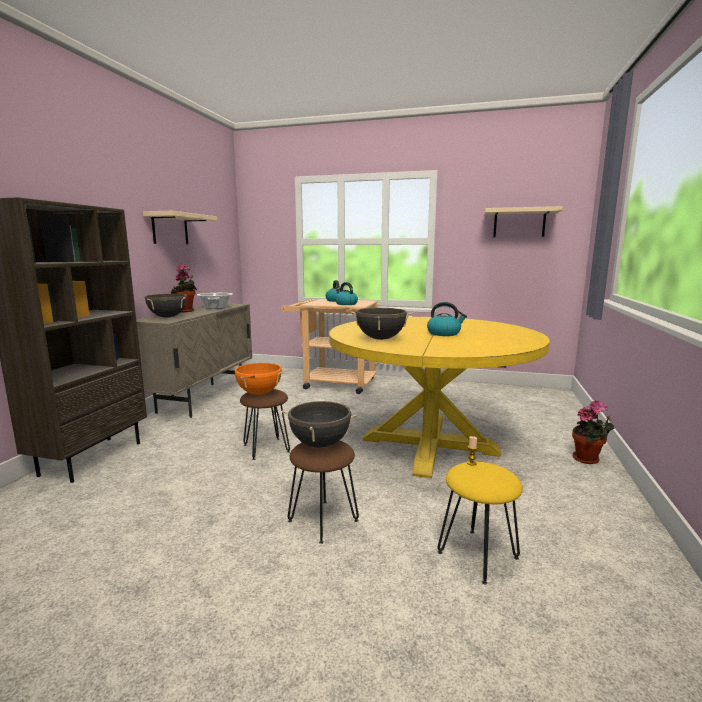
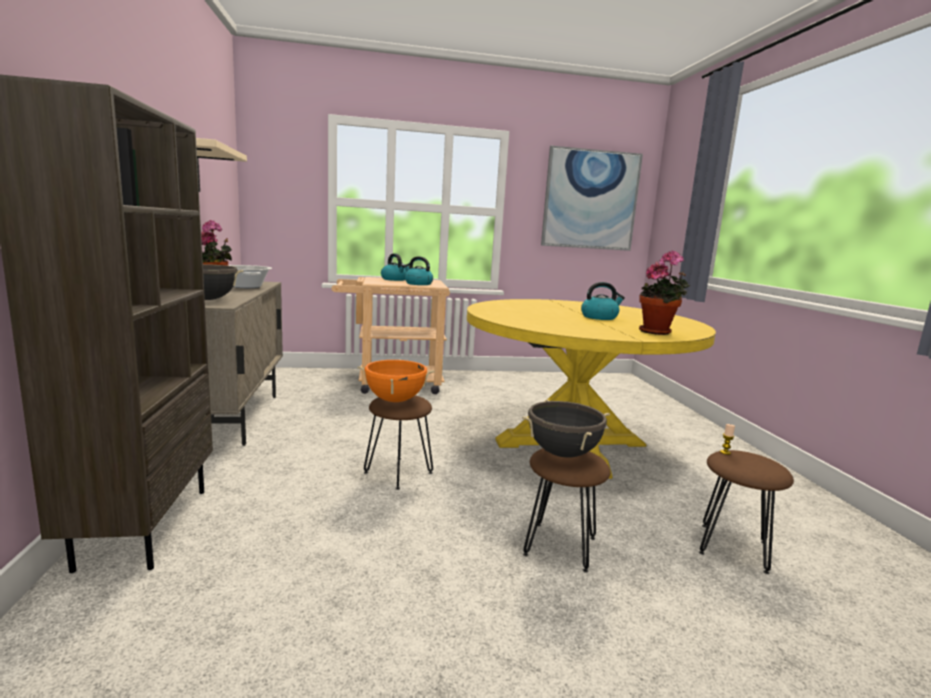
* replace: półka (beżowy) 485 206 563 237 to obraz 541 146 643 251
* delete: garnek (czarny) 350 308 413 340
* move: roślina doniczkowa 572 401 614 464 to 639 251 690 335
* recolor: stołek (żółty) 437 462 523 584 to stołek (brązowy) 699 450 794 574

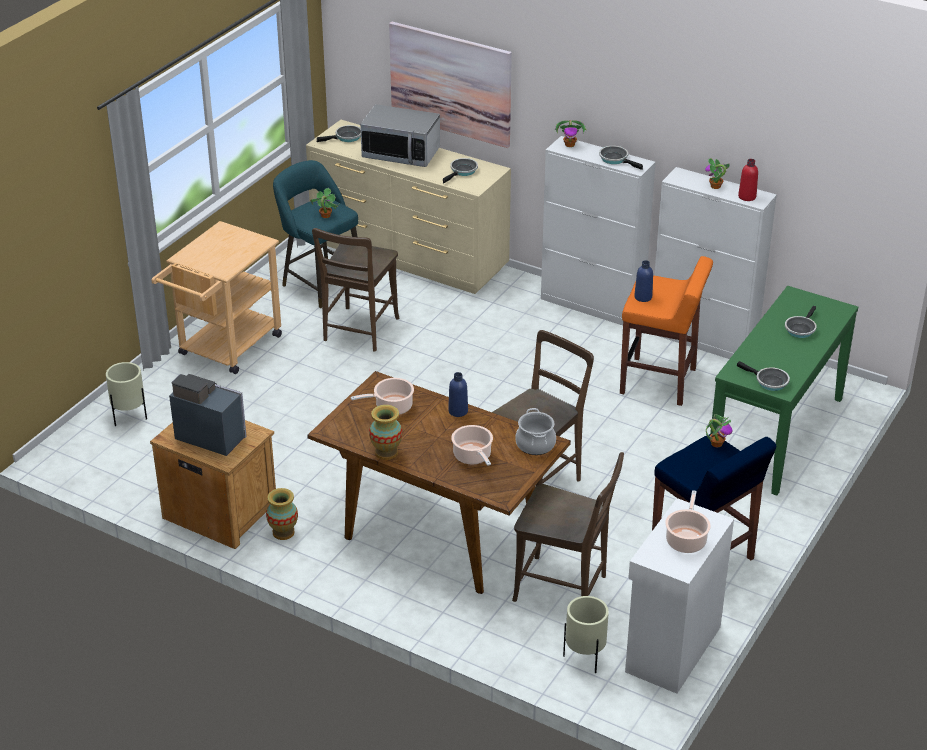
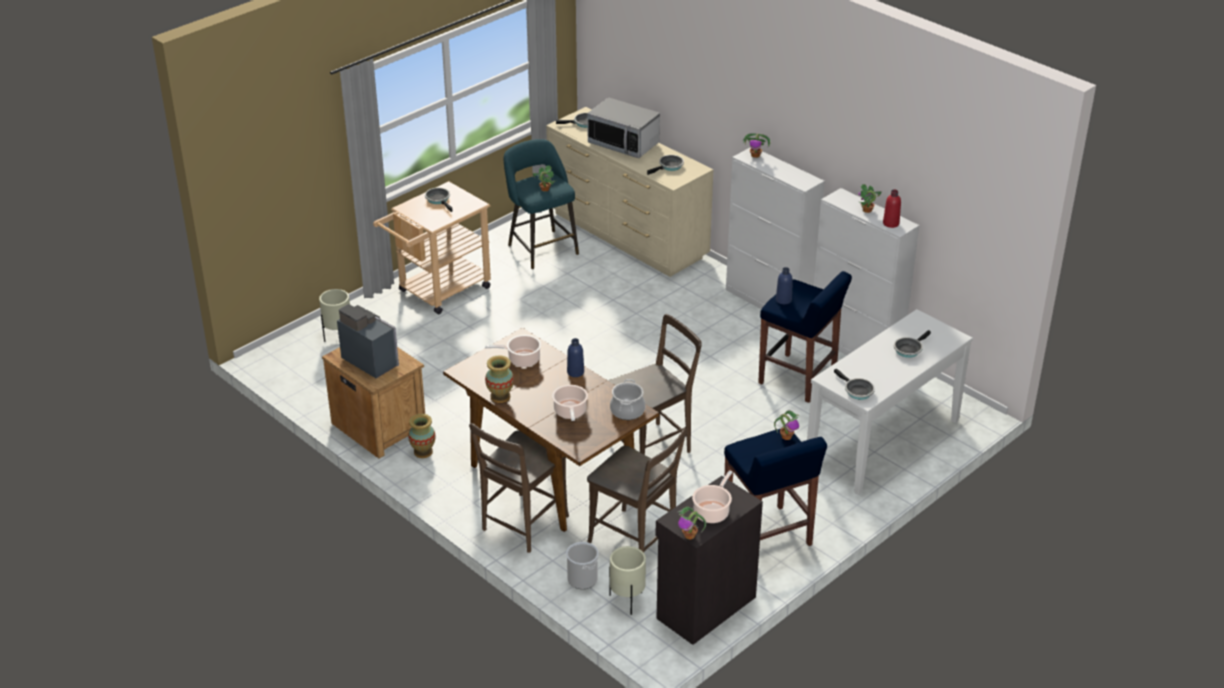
* delete: obraz 389 22 512 148
* move: patelnia 599 146 643 170 to 425 188 453 212
* move: krzesło (brązowy) 312 228 399 352 to 469 423 569 553
* recolor: stołek (pomarańczowy) 620 256 713 406 to stołek (niebieski) 758 271 852 403
* recolor: stolik konsolowy (zielony) 710 286 858 496 to stolik konsolowy (biały) 807 309 973 495
* recolor: szafka (biały) 625 498 734 694 to szafka (czarny) 655 476 763 645
* insert: roślina doniczkowa 678 507 706 539
* insert: wiadro 566 542 599 589

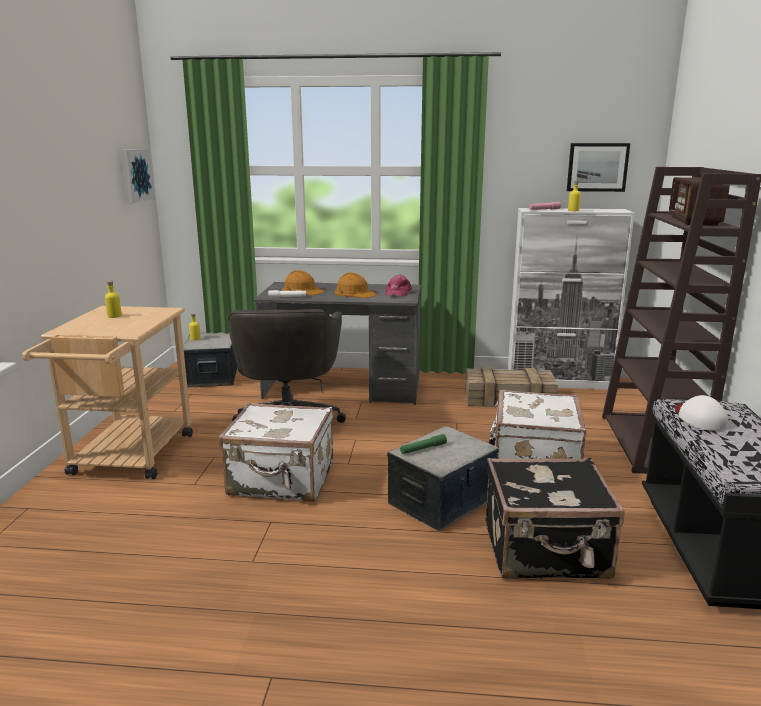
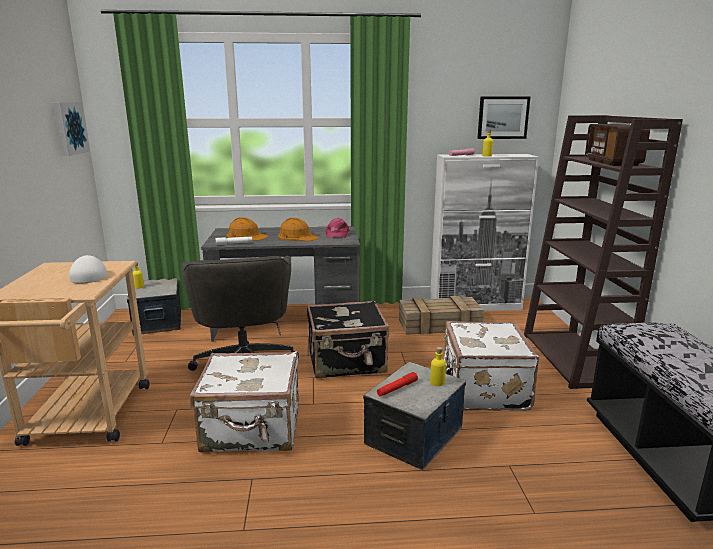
* move: butelka (żółty) 105 281 122 318 to 430 347 446 386
* move: czapka z daszkiem (biały) 675 395 729 431 to 69 255 107 283
* recolor: latarka (zielony) 400 434 447 454 to latarka (czerwony) 377 372 418 397
* move: walizka (czarny) 486 458 624 579 to 307 300 389 379

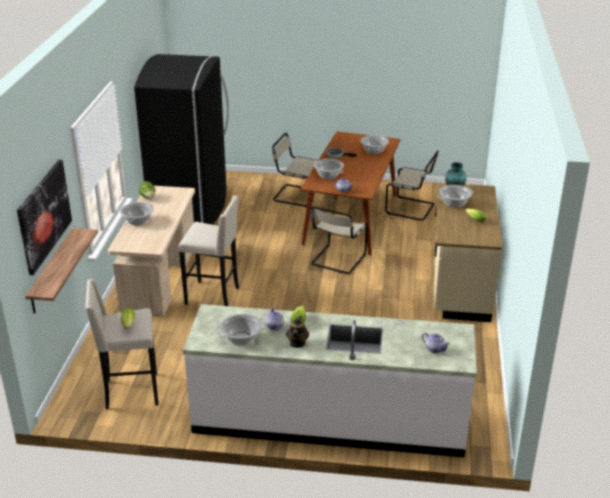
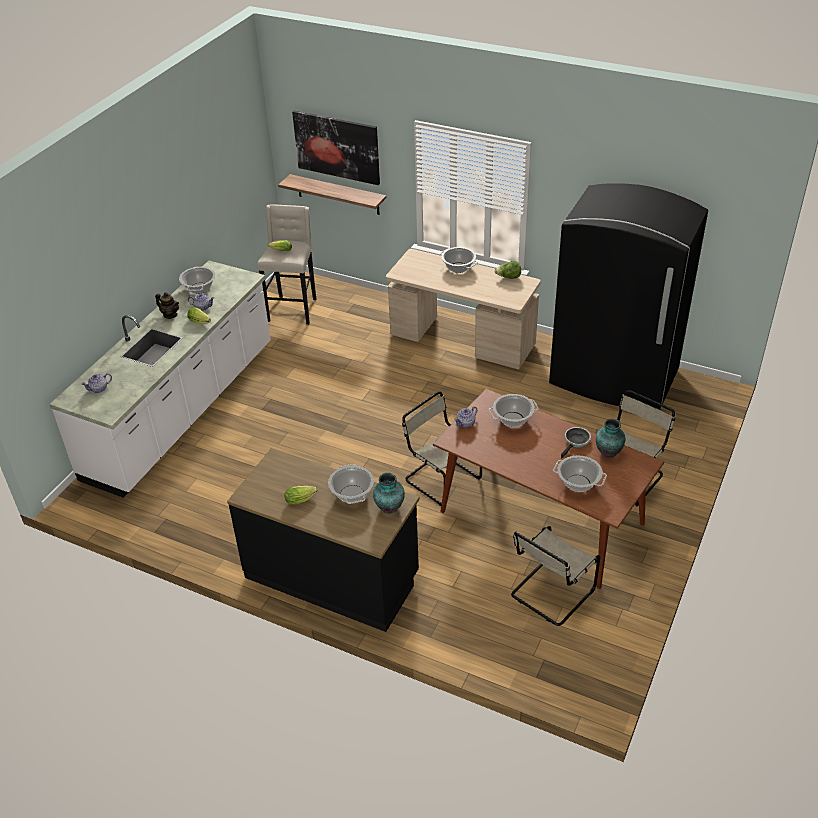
* recolor: zabudowa kuchenna (beżowy) 434 183 502 322 to zabudowa kuchenna (czarny) 227 448 419 632
* delete: stołek (beżowy) 179 195 239 306
* insert: wazon 596 419 625 458

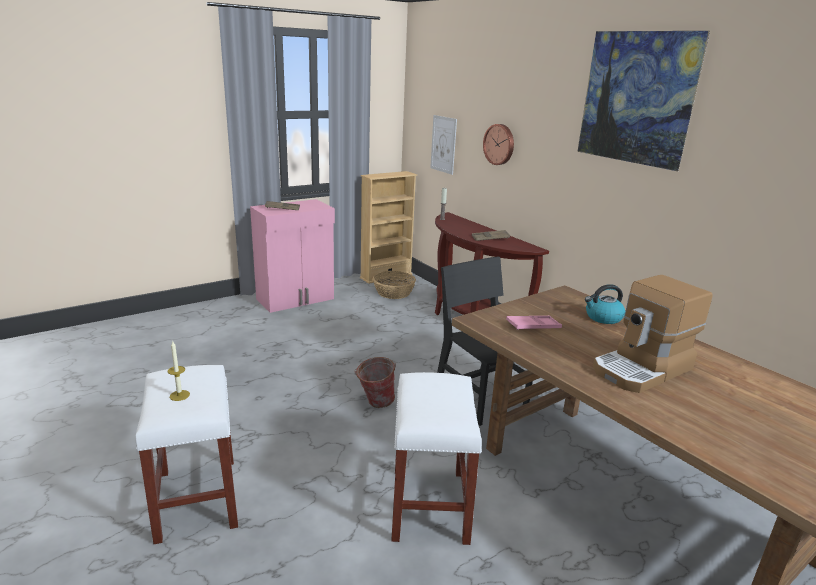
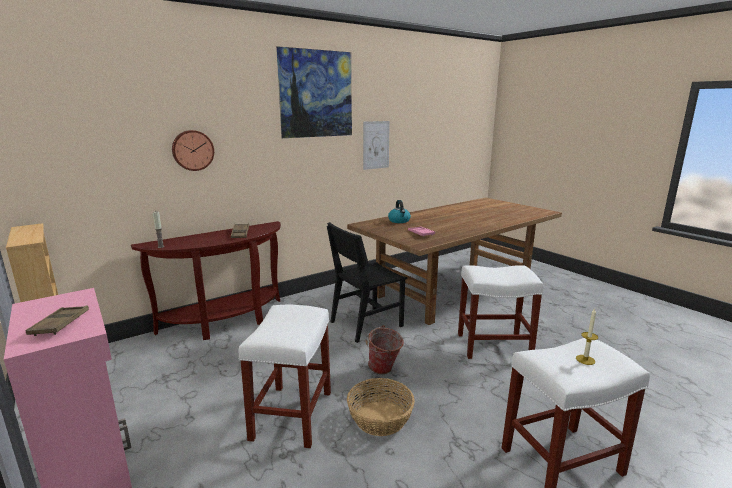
* move: obraz 430 115 457 175 to 363 121 390 170
* move: koszyk 373 271 416 299 to 347 378 415 436
* delete: ekspres do kawy 593 275 713 393
* insert: stołek (biały) 239 305 331 448

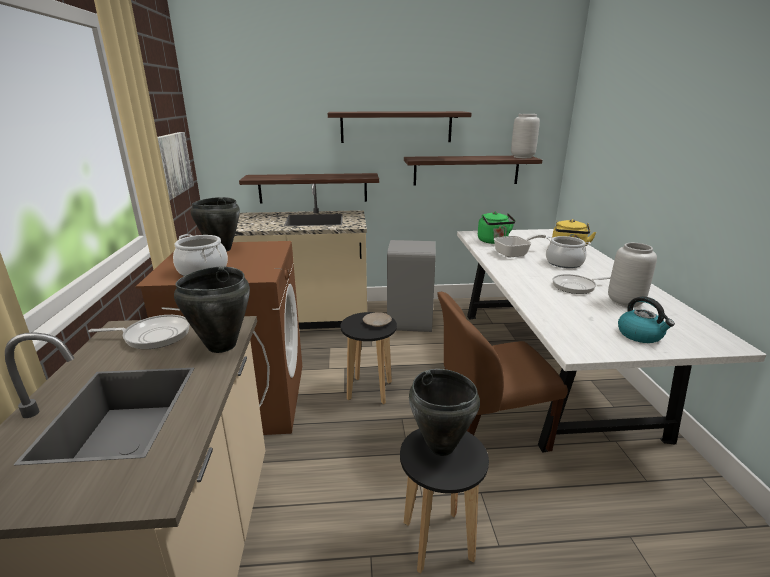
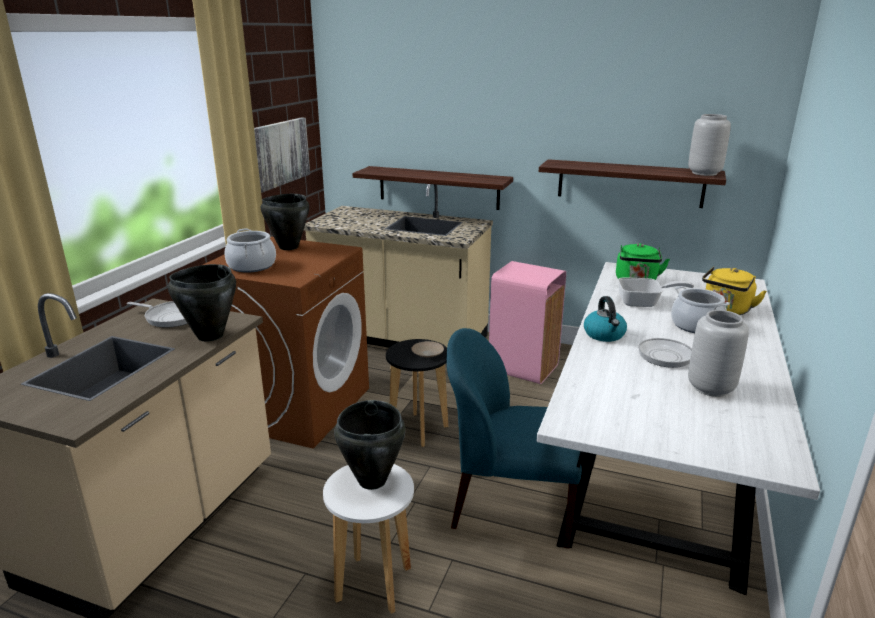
* delete: półka 328 111 472 143
* recolor: kosz na śmieci (szary) 387 240 436 332 to kosz na śmieci (różowy) 489 261 566 384
* recolor: krzesło (brązowy) 437 292 568 452 to krzesło (niebieski) 447 328 582 549
* move: czajnik 618 296 675 343 to 584 296 627 342
* recolor: stołek (czarny) 400 429 489 573 to stołek (biały) 323 464 414 614

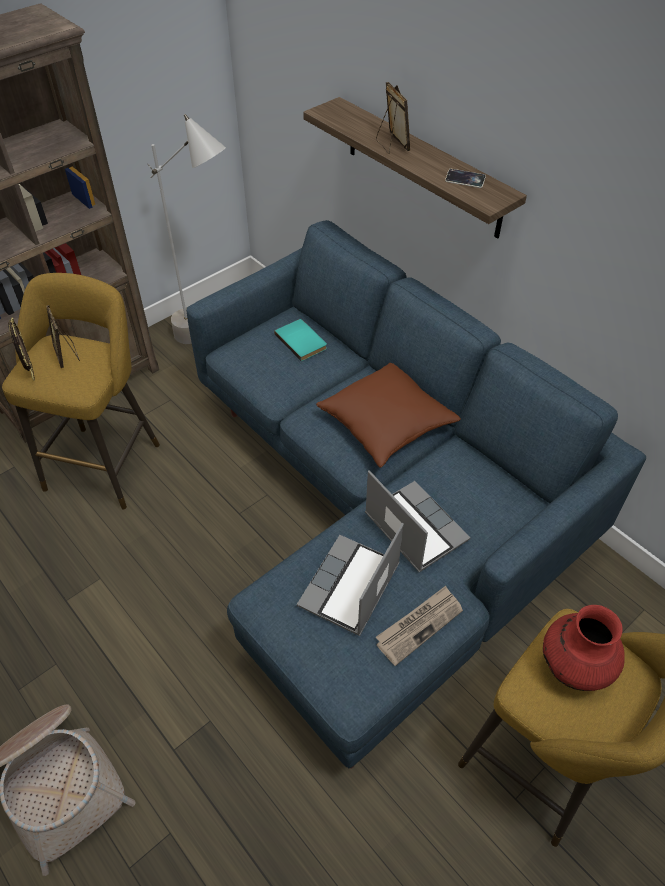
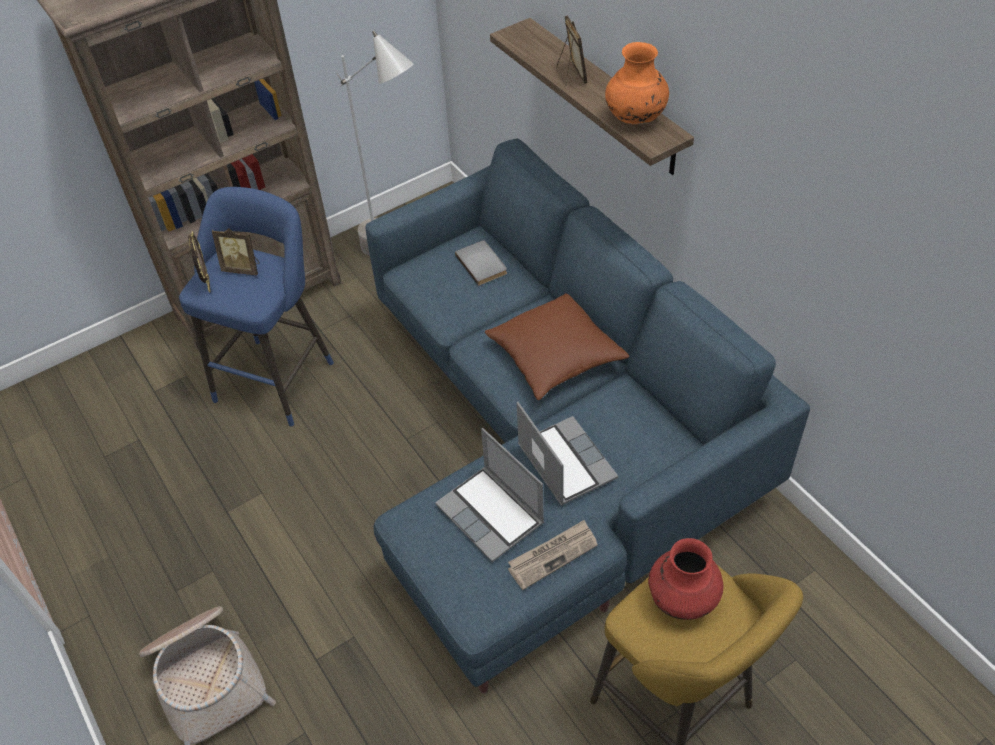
* replace: telefon 445 169 486 188 to wazon (pomarańczowy) 605 42 669 125
* recolor: stołek (żółty) 2 273 160 509 to stołek (niebieski) 179 187 334 426
* rotate: ramka na zdjęcie 46 305 80 368 = 212 228 260 275 60 degrees counterclockwise
* recolor: książka (turkusowy) 274 319 327 361 to książka (szary) 455 240 507 286
* rotate: laptop 297 523 404 636 = 435 428 544 562 75 degrees counterclockwise

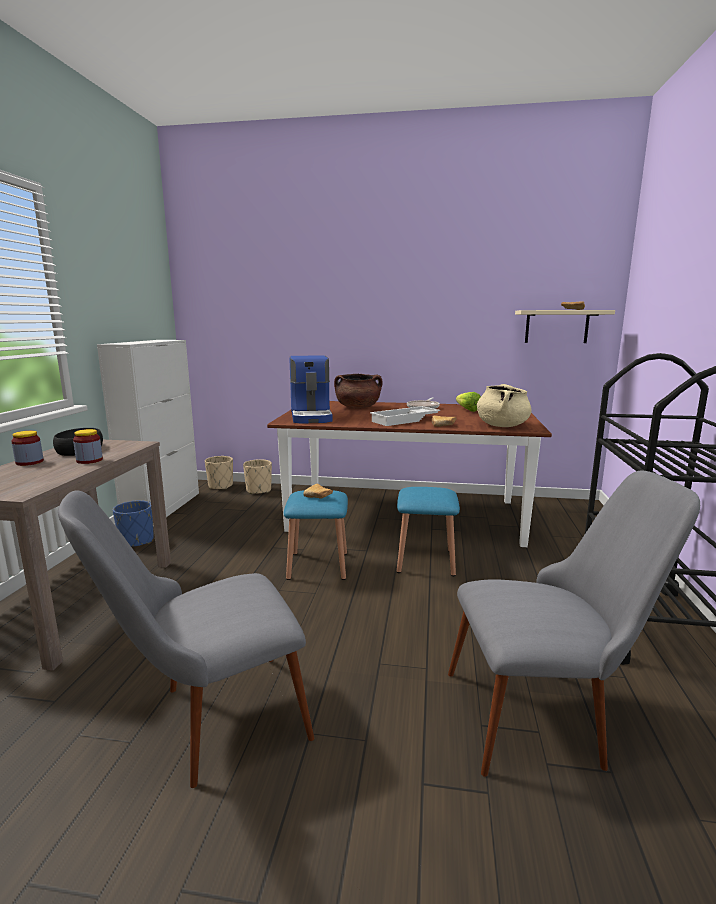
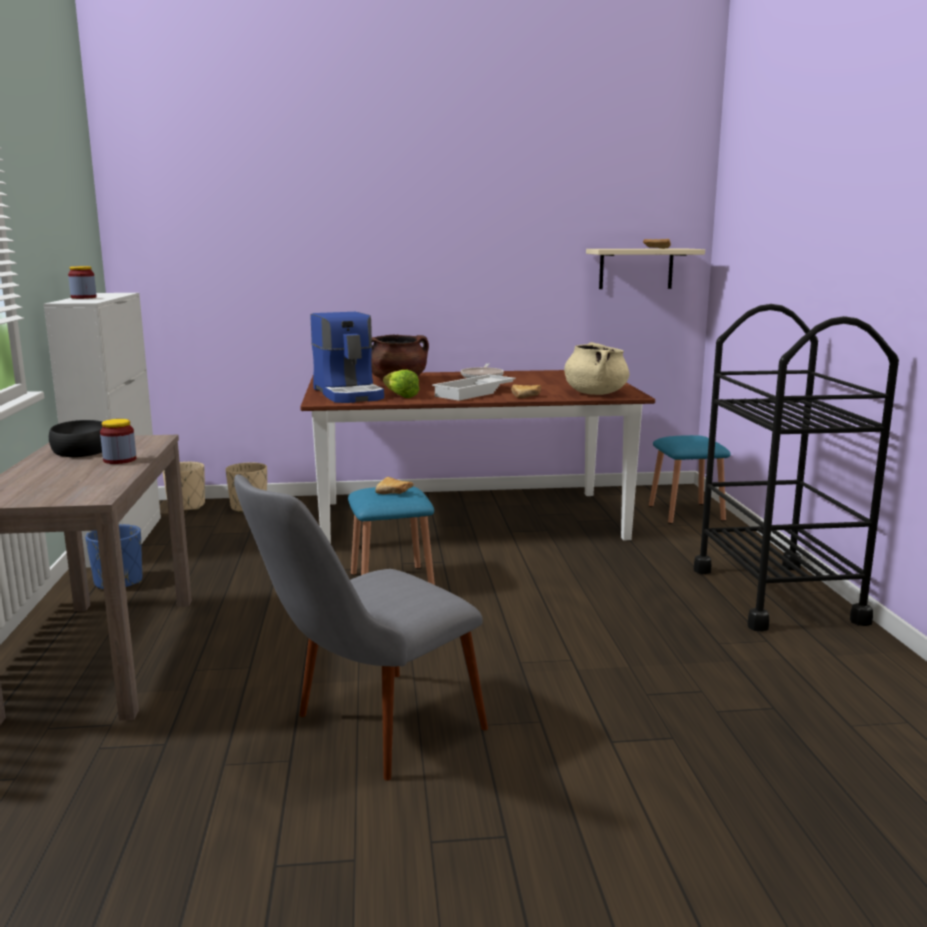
* move: sałata 456 392 481 412 to 383 370 419 398
* move: słoik 11 431 44 466 to 68 266 97 299
* delete: krzesło (szary) 448 470 700 777
* move: stołek (niebieski) 397 487 460 576 to 649 435 730 524

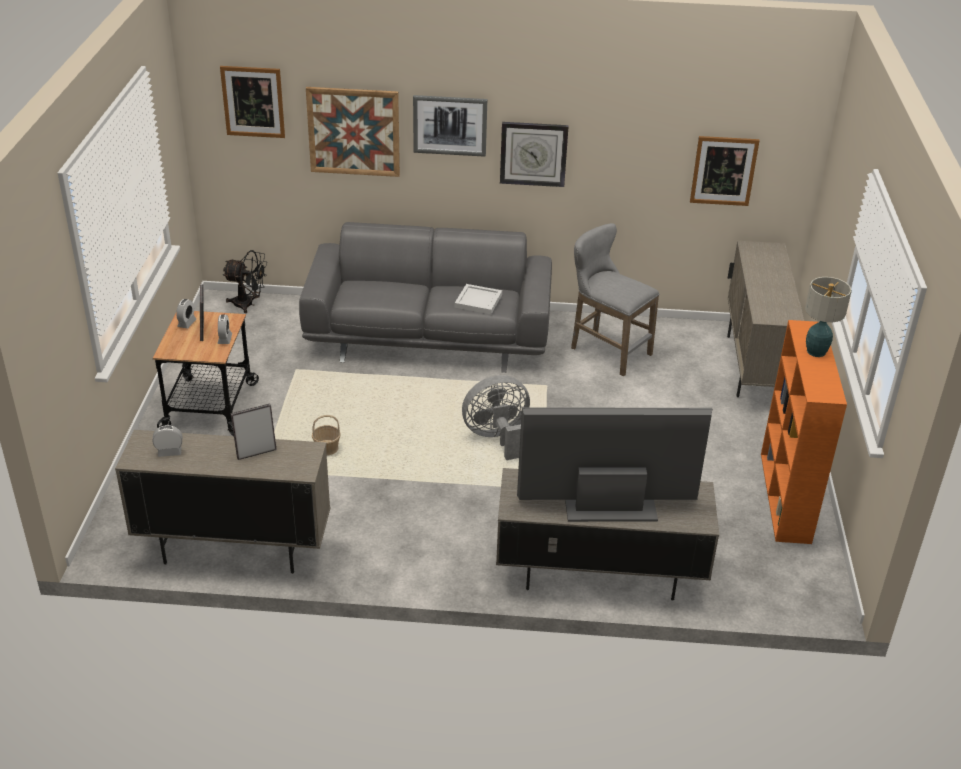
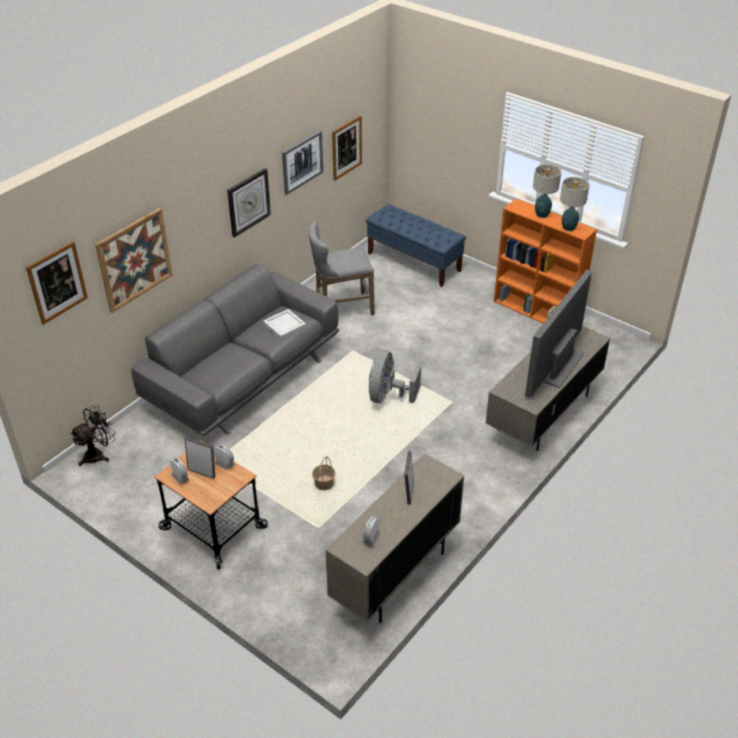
* move: obraz 413 95 487 157 to 282 130 323 195
* replace: szafka (beżowy) 727 241 804 397 to ławka (niebieski) 366 204 466 287
* insert: lampa stołowa 560 177 590 231

